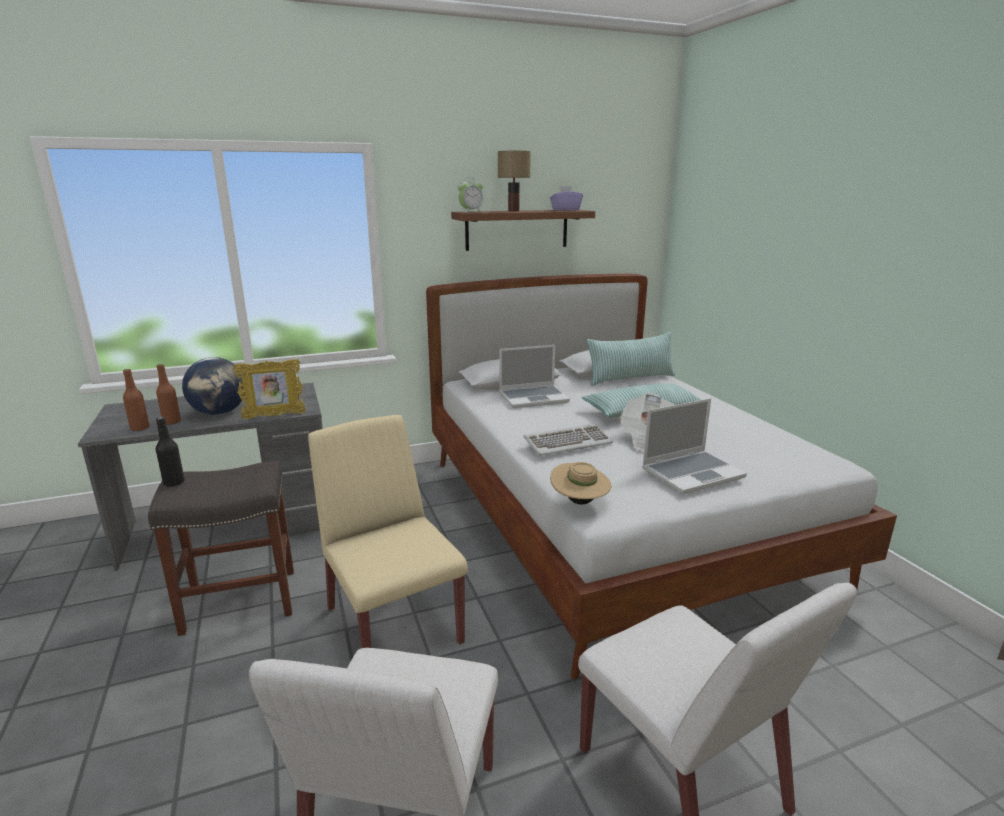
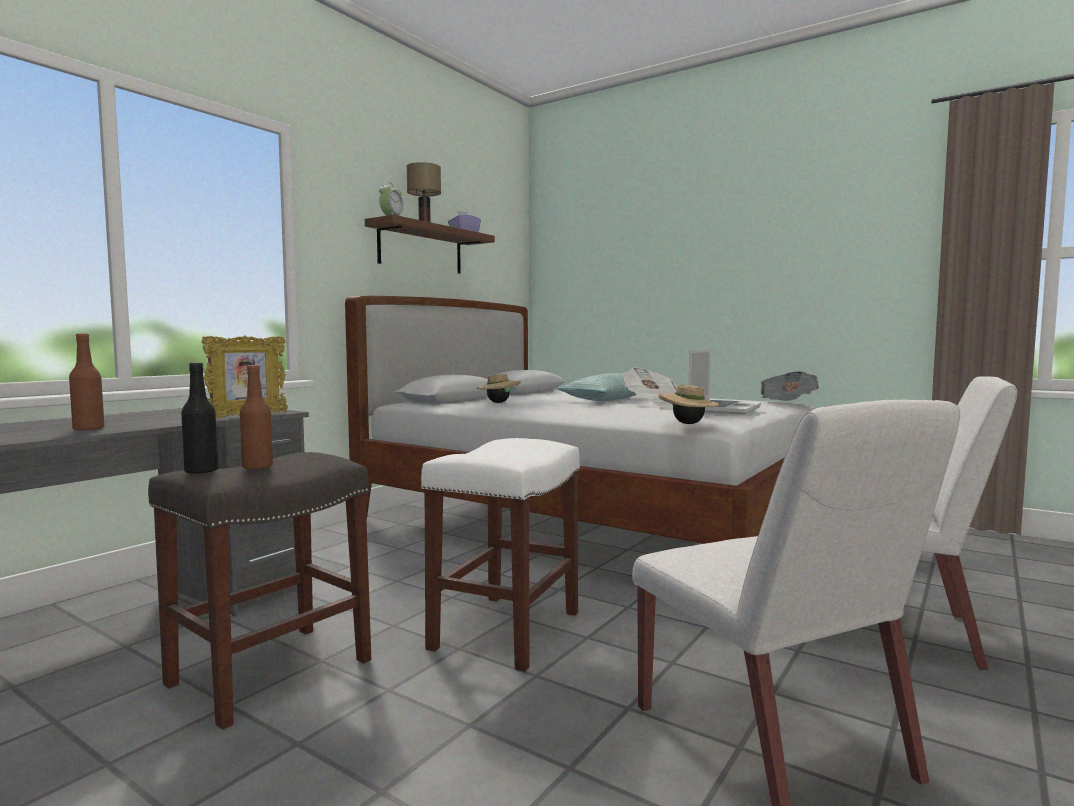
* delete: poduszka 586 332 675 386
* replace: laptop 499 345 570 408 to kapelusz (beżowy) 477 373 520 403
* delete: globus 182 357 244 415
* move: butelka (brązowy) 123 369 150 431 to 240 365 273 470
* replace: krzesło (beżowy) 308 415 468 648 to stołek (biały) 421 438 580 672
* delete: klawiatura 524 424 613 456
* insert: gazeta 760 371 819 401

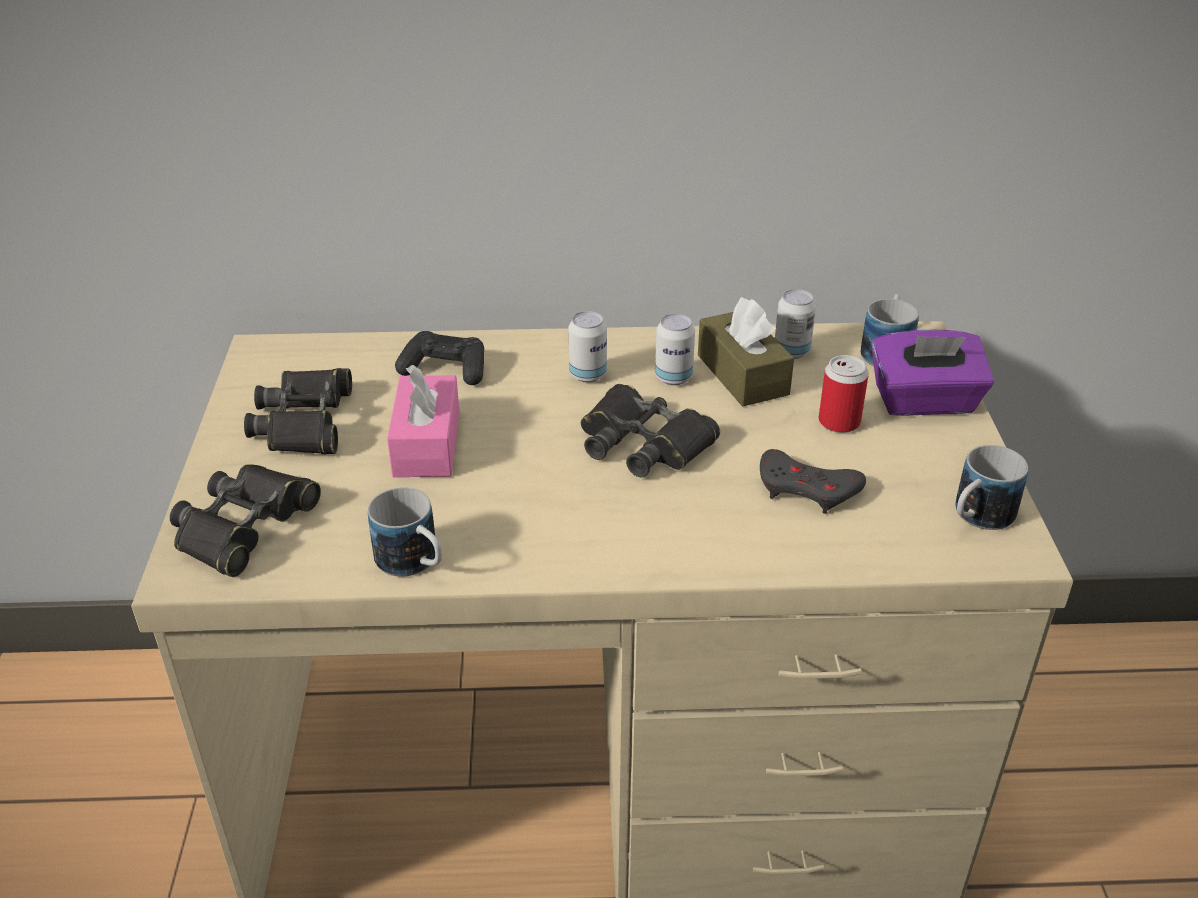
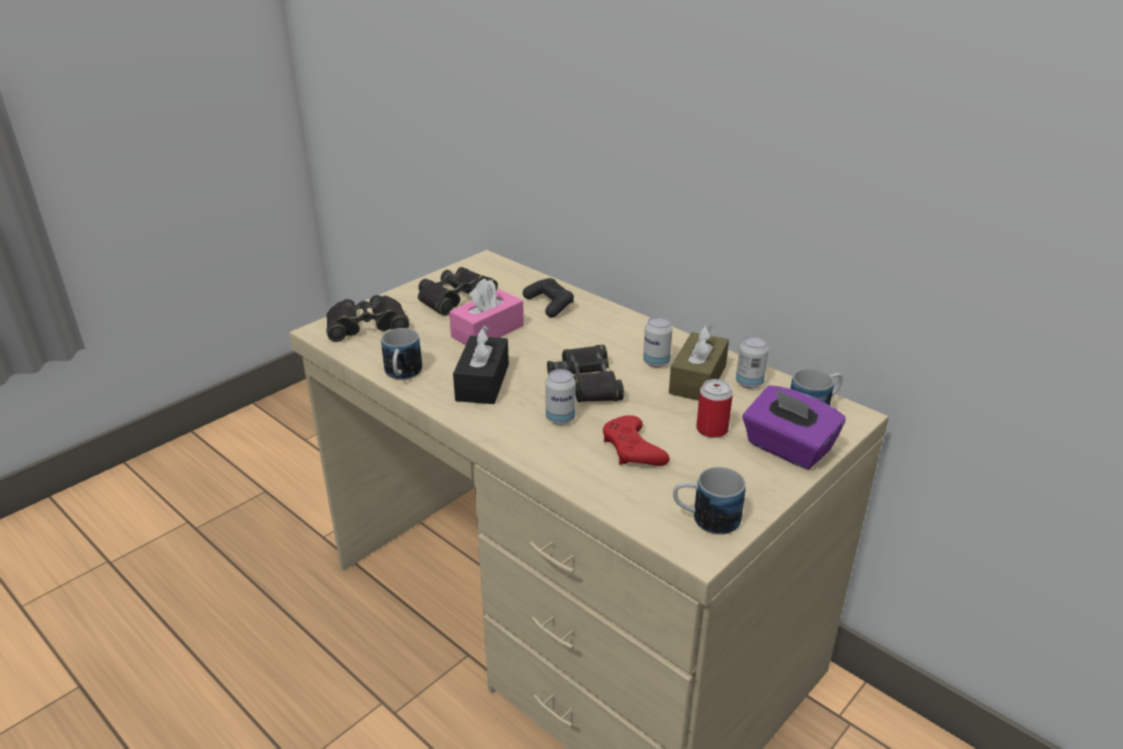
* move: puszka 568 311 607 383 to 545 369 576 425
* recolor: pad do gier (szary) 760 449 866 514 to pad do gier (czerwony) 603 415 670 466
* insert: pudełko chusteczek (czarny) 453 325 509 404

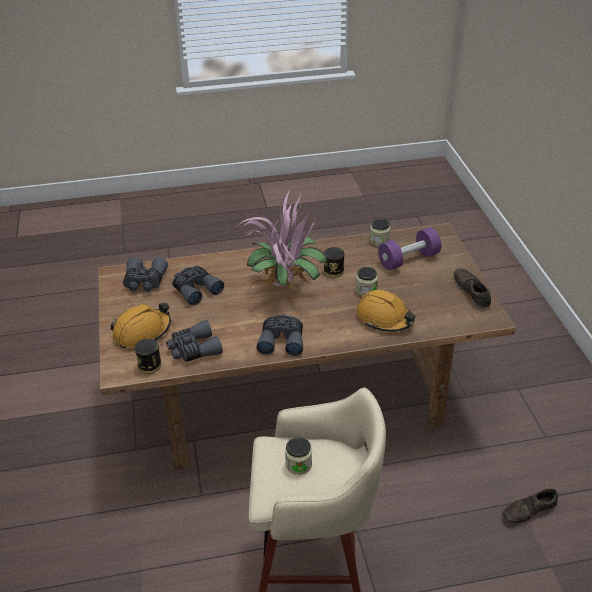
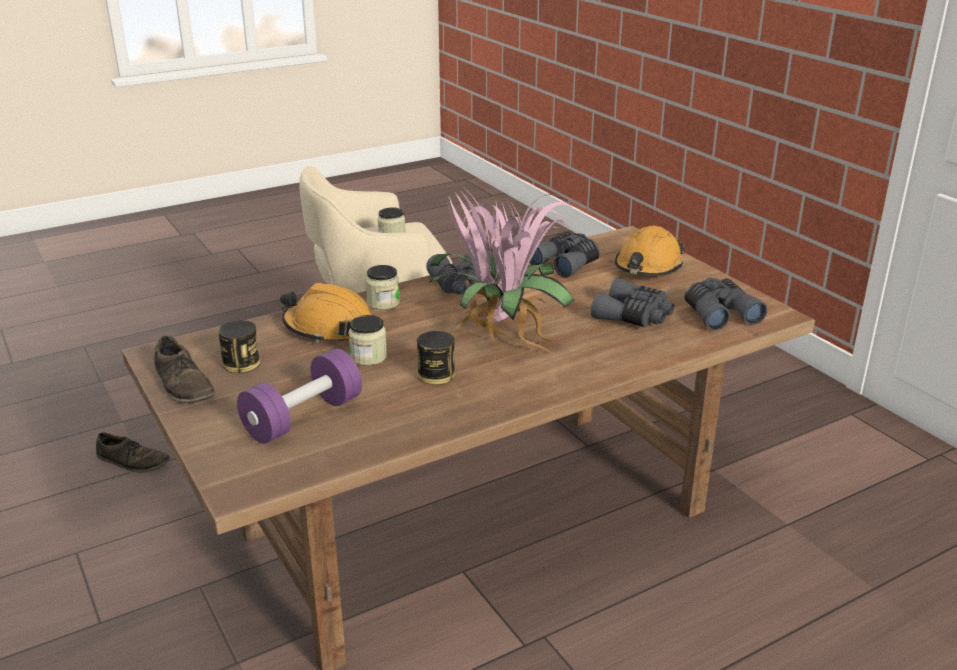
* move: słoik 370 218 391 246 to 365 265 400 310
* move: puszka 134 339 161 374 to 218 320 260 373
* rotate: but (brązowy) 502 488 558 525 = 96 433 170 473 60 degrees clockwise

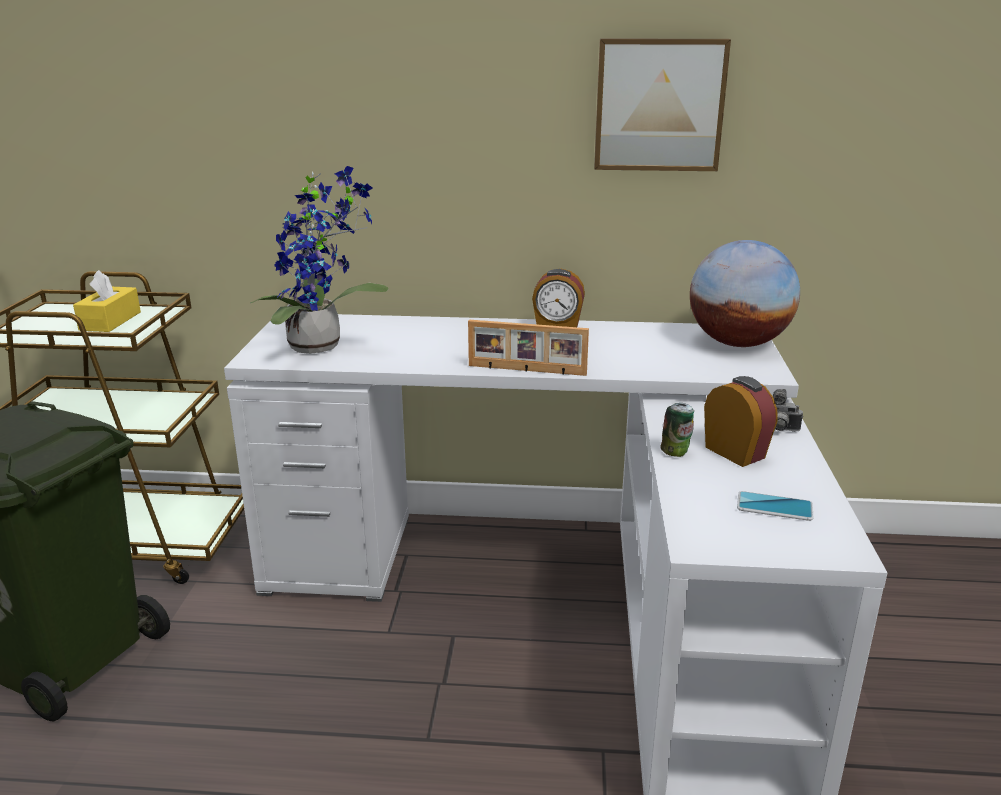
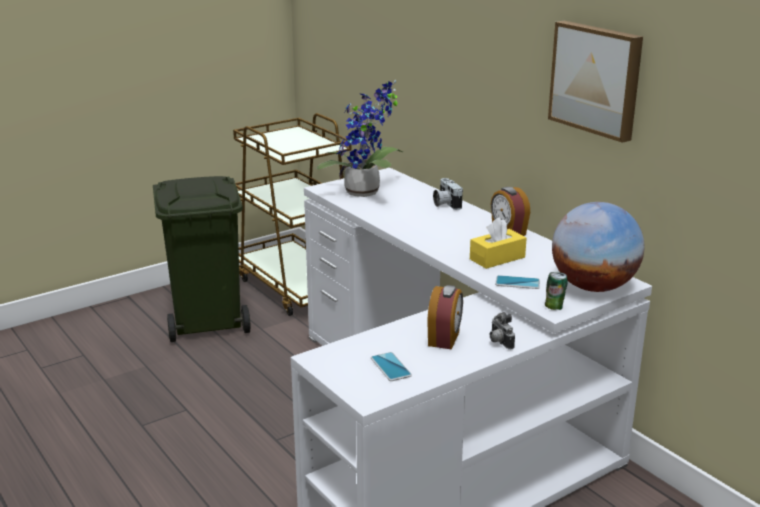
* move: pudełko chusteczek (żółty) 73 270 141 332 to 470 217 527 269
* delete: ramka na zdjęcie 468 320 589 376
* move: puszka 660 403 694 457 to 545 272 568 310
* insert: aparat fotograficzny 433 178 463 210
* insert: telefon 495 275 540 289

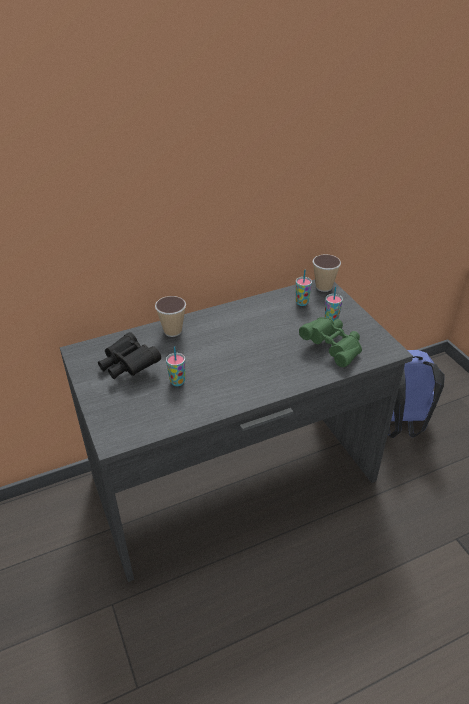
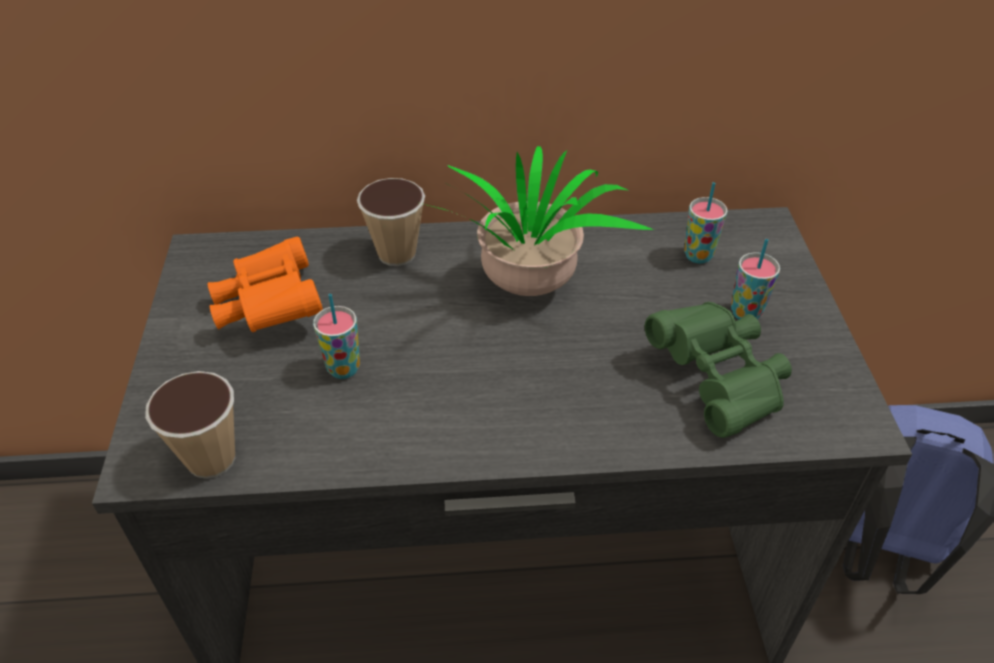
* move: filiżanka 313 254 341 292 to 145 371 235 479
* recolor: lornetka (czarny) 98 332 161 379 to lornetka (pomarańczowy) 207 237 323 332
* insert: roślina doniczkowa 428 146 654 296

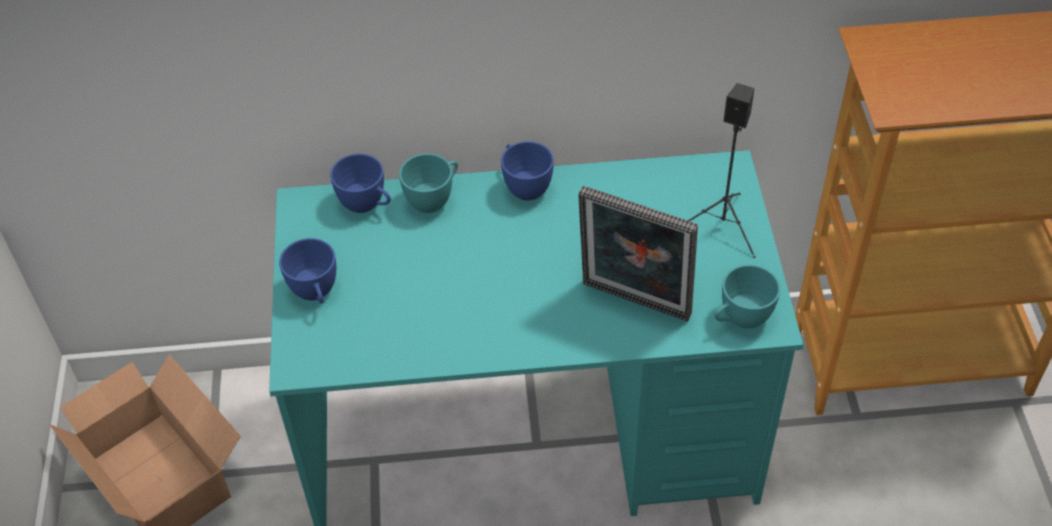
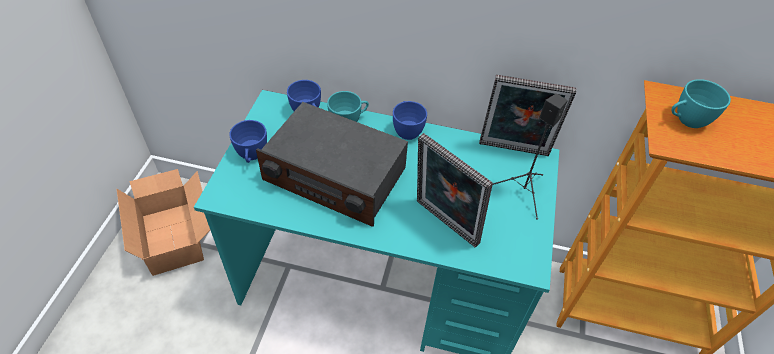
* move: filiżanka (turkusowy) 715 265 780 328 to 672 79 731 128
* insert: ramka na zdjęcie 479 74 576 156
* insert: radio 256 102 408 227

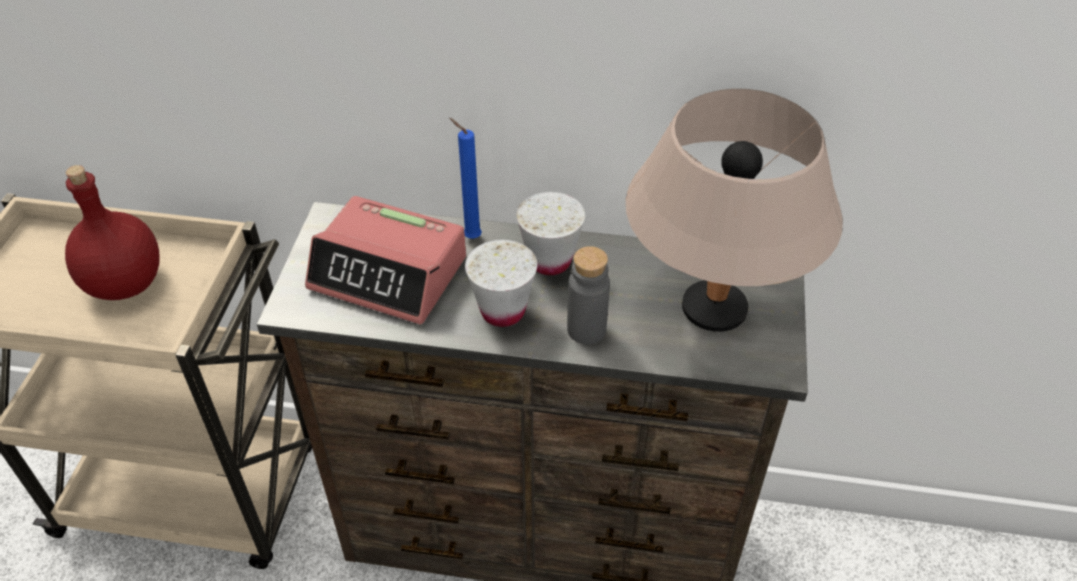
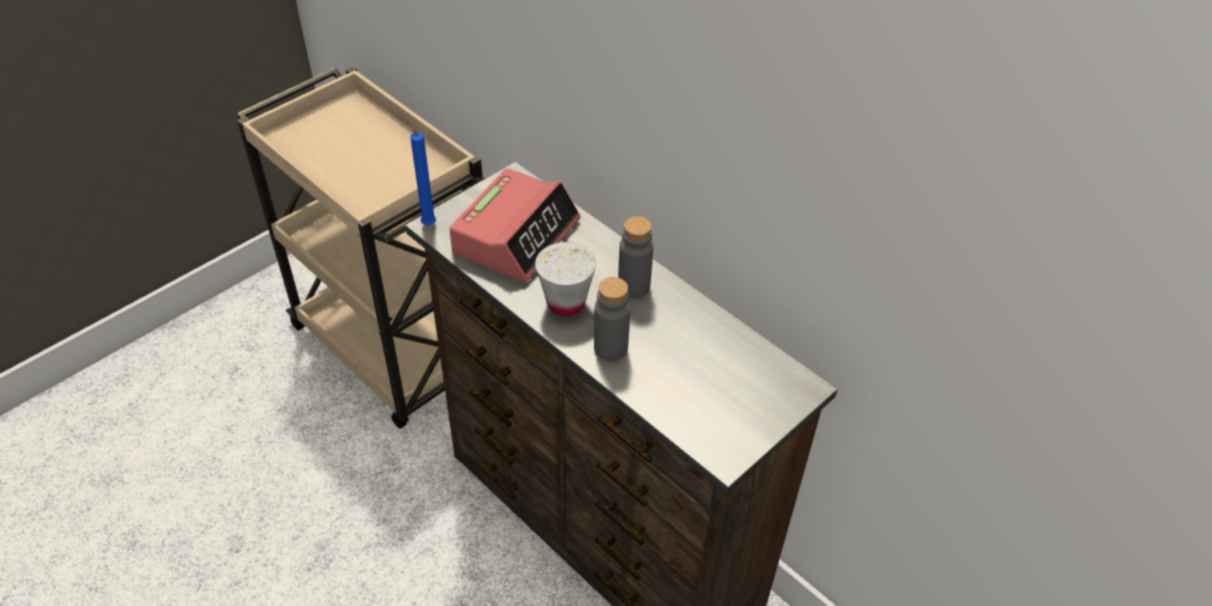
* delete: lampa stołowa (beżowy) 626 89 843 332
* move: świeca (niebieski) 449 118 482 239 to 409 118 436 225
* delete: butelka (czerwony) 65 165 160 300
* replace: filiżanka (biały) 516 192 585 275 to butelka (szary) 618 216 653 298
* rotate: budzik 305 196 466 325 = 449 168 581 283 120 degrees counterclockwise

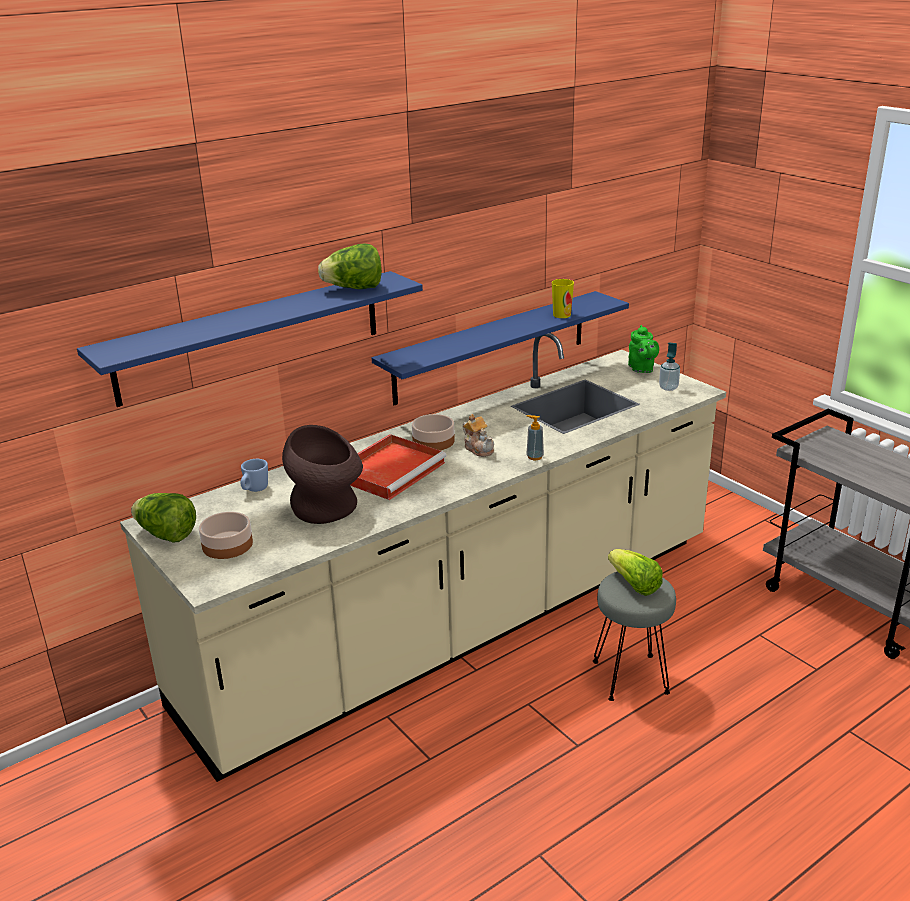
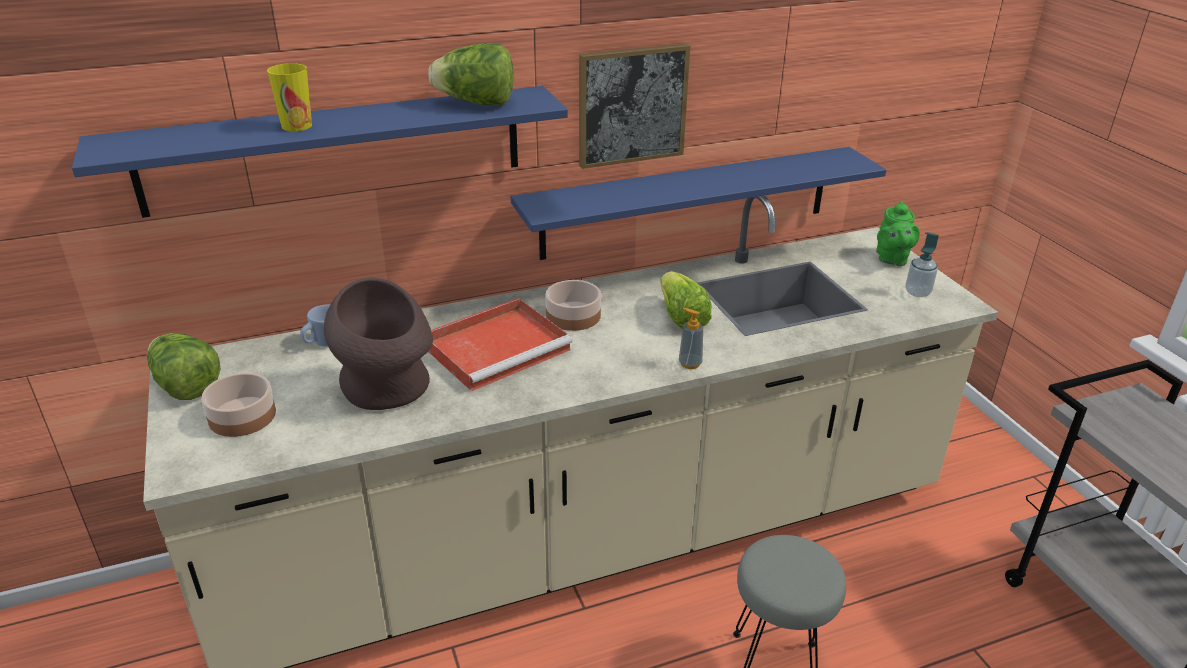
* move: filiżanka 552 279 574 318 to 267 63 312 131
* delete: imbryk 463 414 494 457
* move: sałata 608 549 663 596 to 660 271 712 329
* insert: obraz 579 44 690 169

